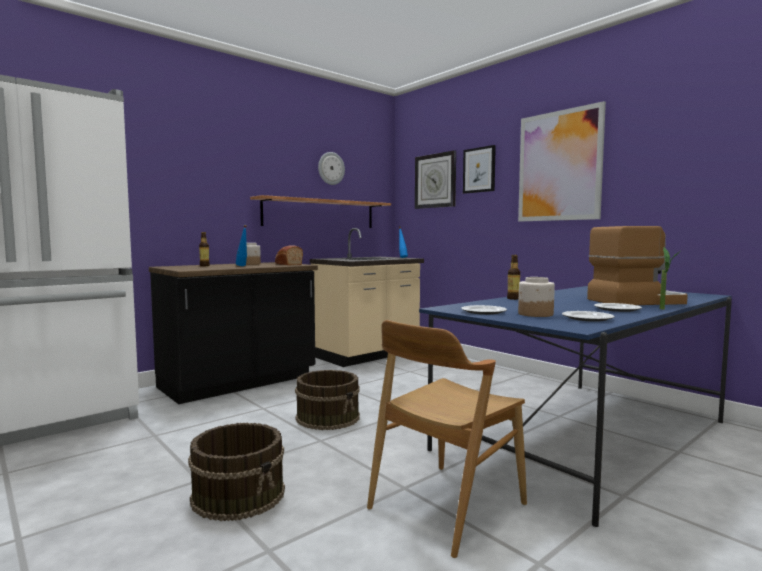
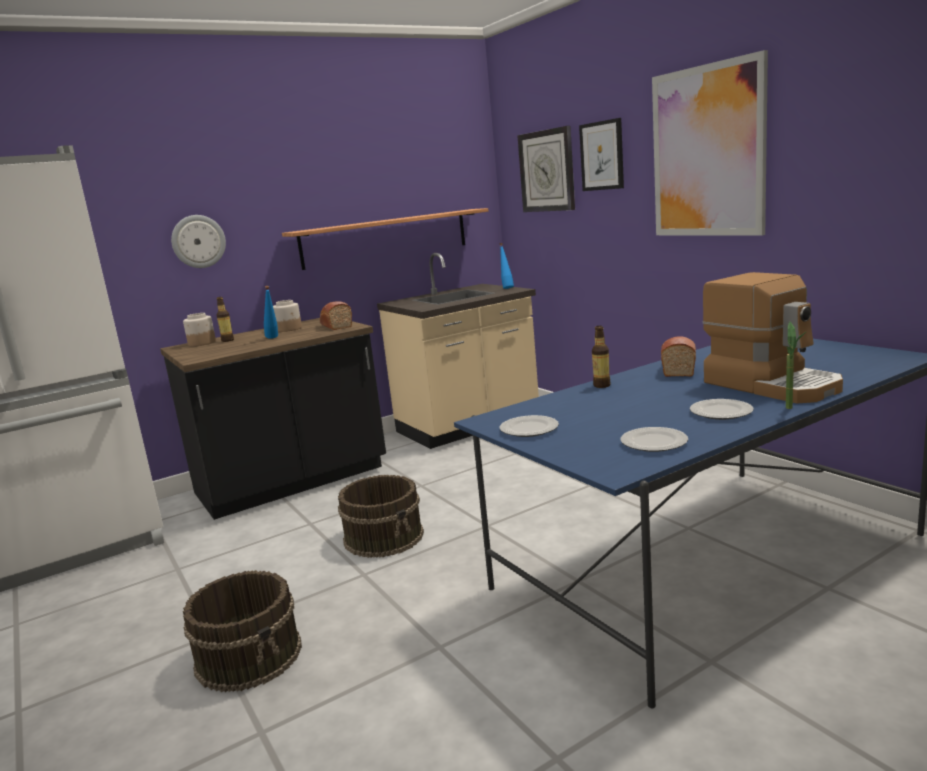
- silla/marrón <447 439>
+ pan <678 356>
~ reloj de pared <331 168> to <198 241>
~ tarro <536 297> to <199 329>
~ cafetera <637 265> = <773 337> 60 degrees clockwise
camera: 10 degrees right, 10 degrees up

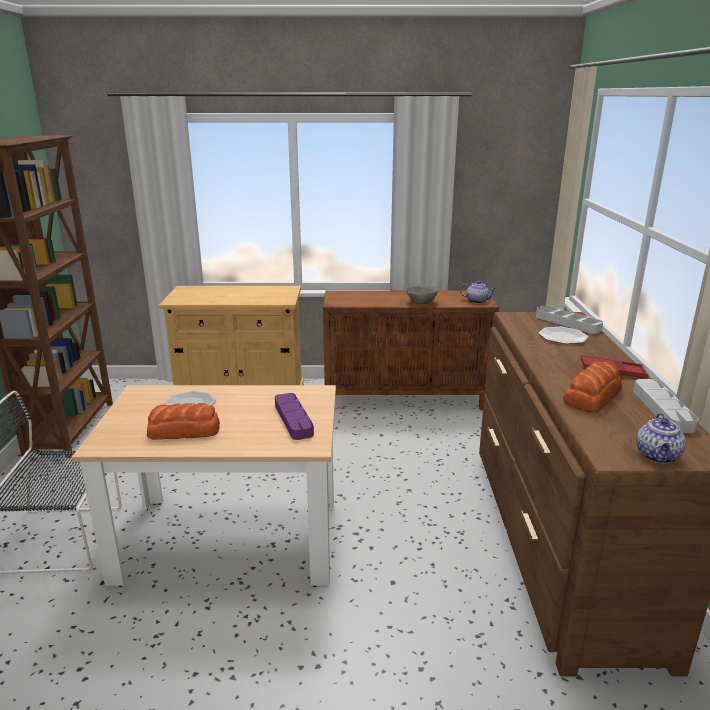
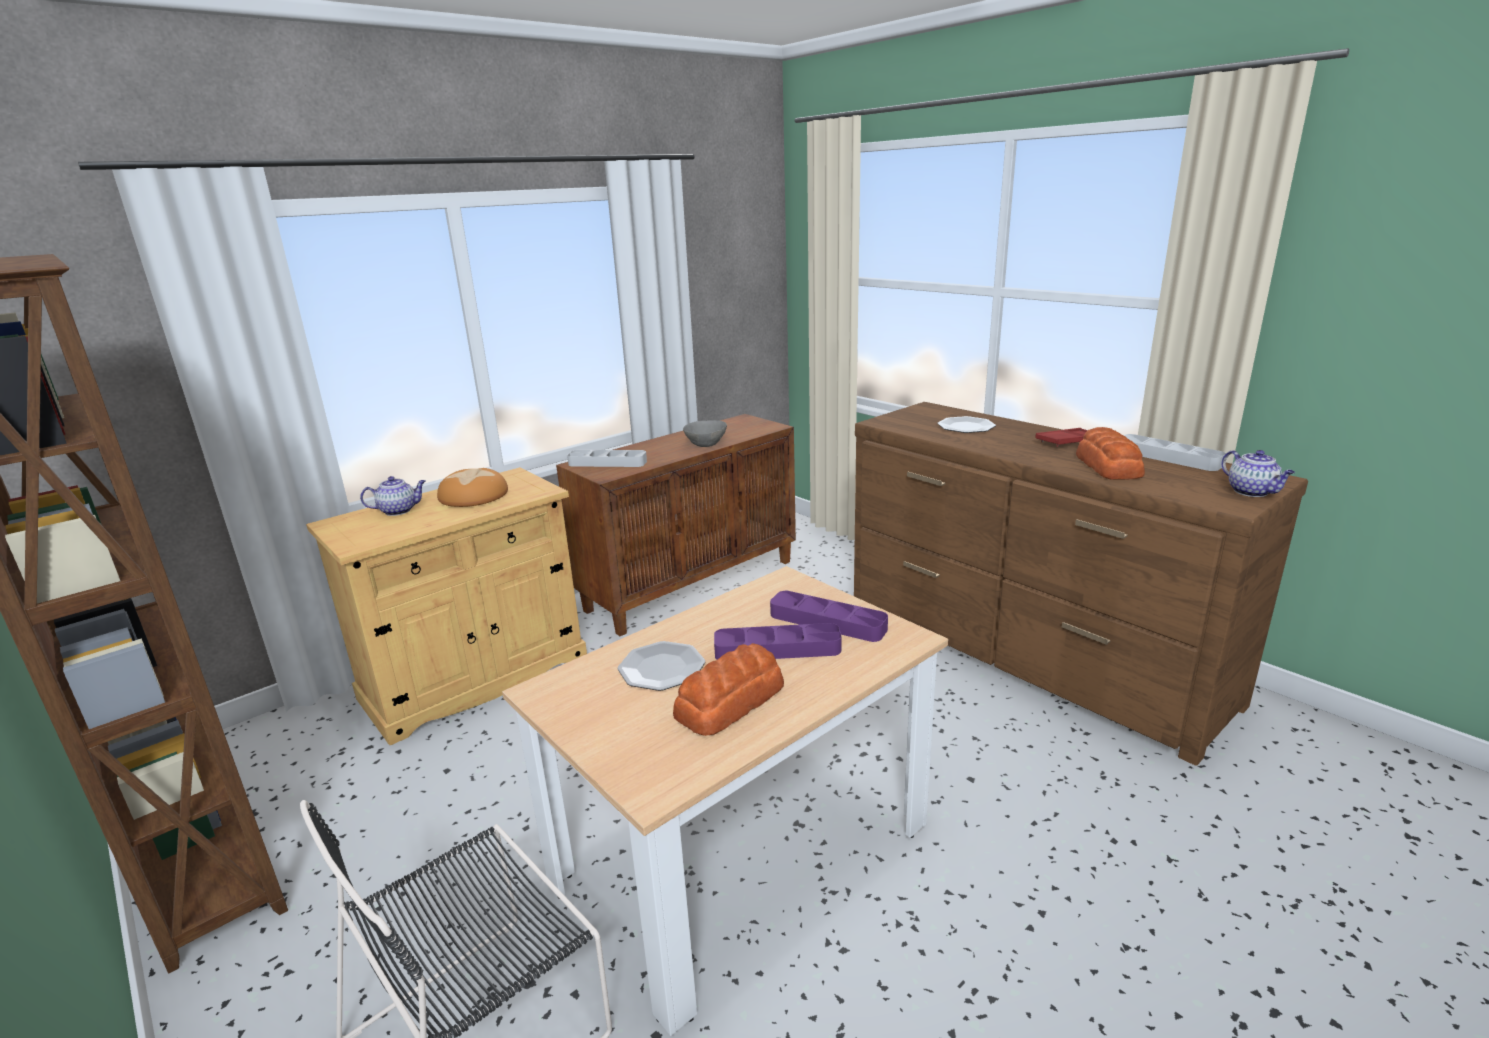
+ pan <472 487>
+ bandeja/morado <777 641>
~ tetera <478 292> to <393 496>
~ bandeja/gris <569 320> to <607 458>
camera: 40 degrees left, 0 degrees up

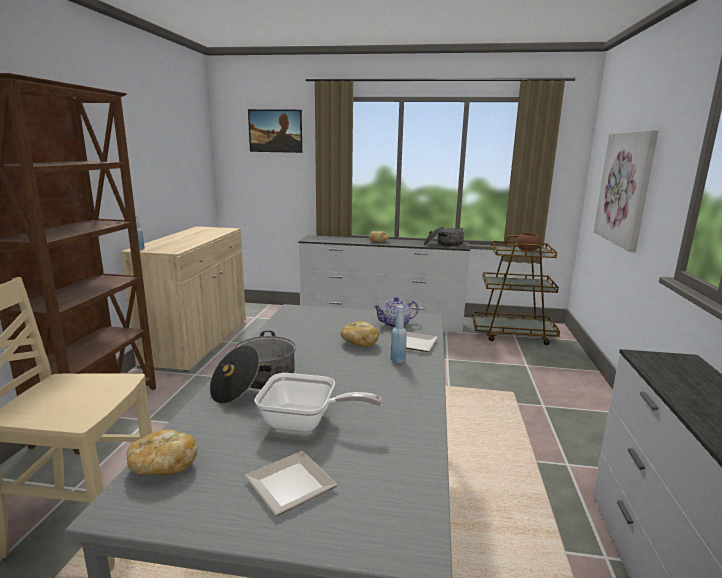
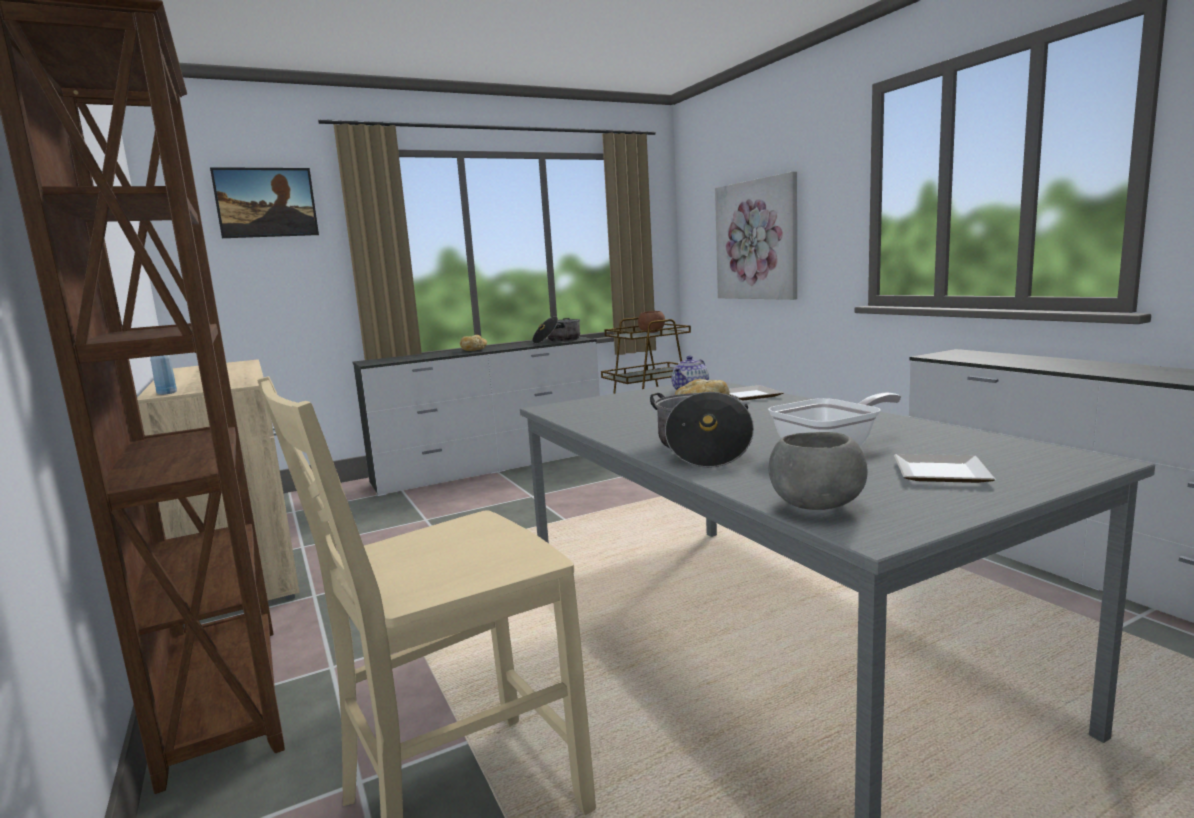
- botella/azul <398 334>
~ pan <162 452> to cuenco/gris <818 471>
camera: 35 degrees left, 5 degrees down

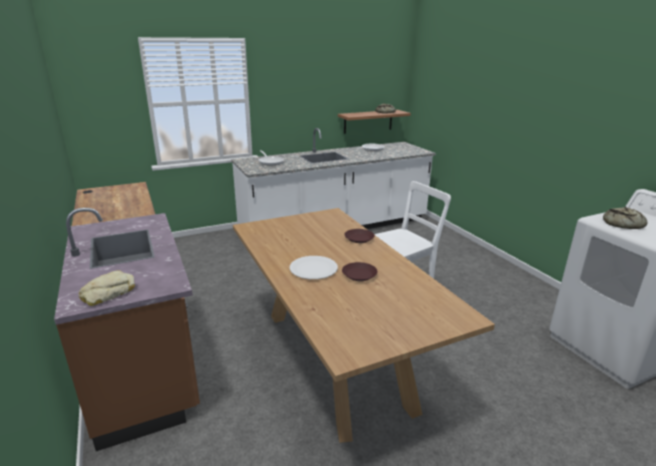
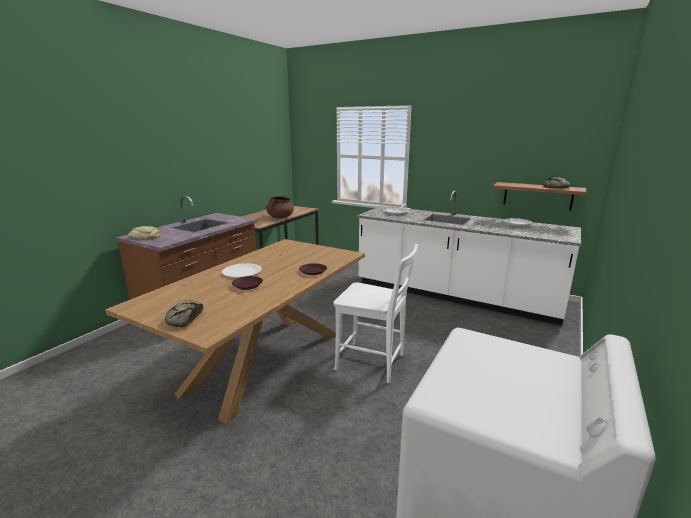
+ olla/marrón <280 206>
~ pan <625 218> to <184 313>
camera: 55 degrees right, 5 degrees down

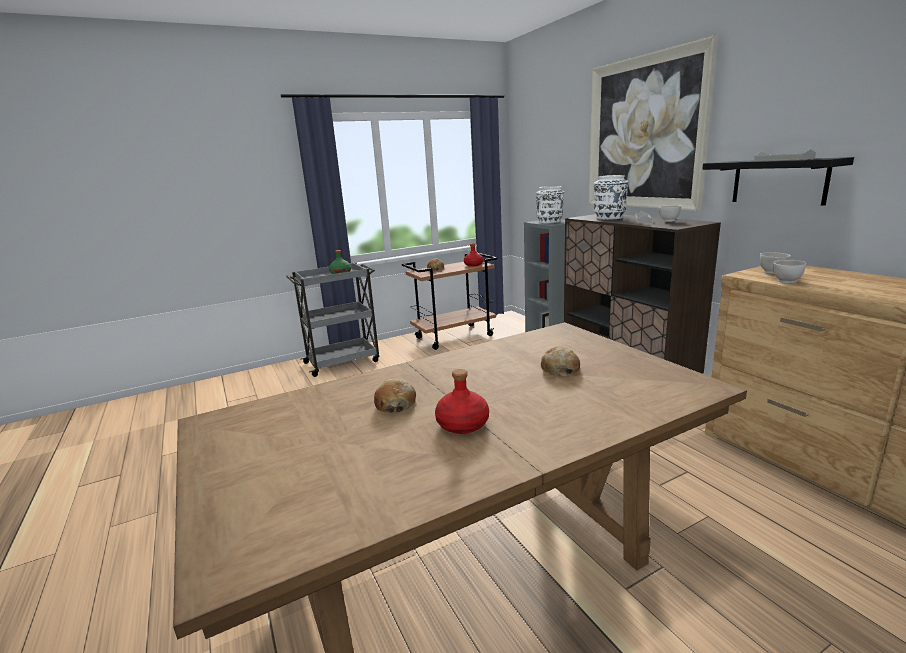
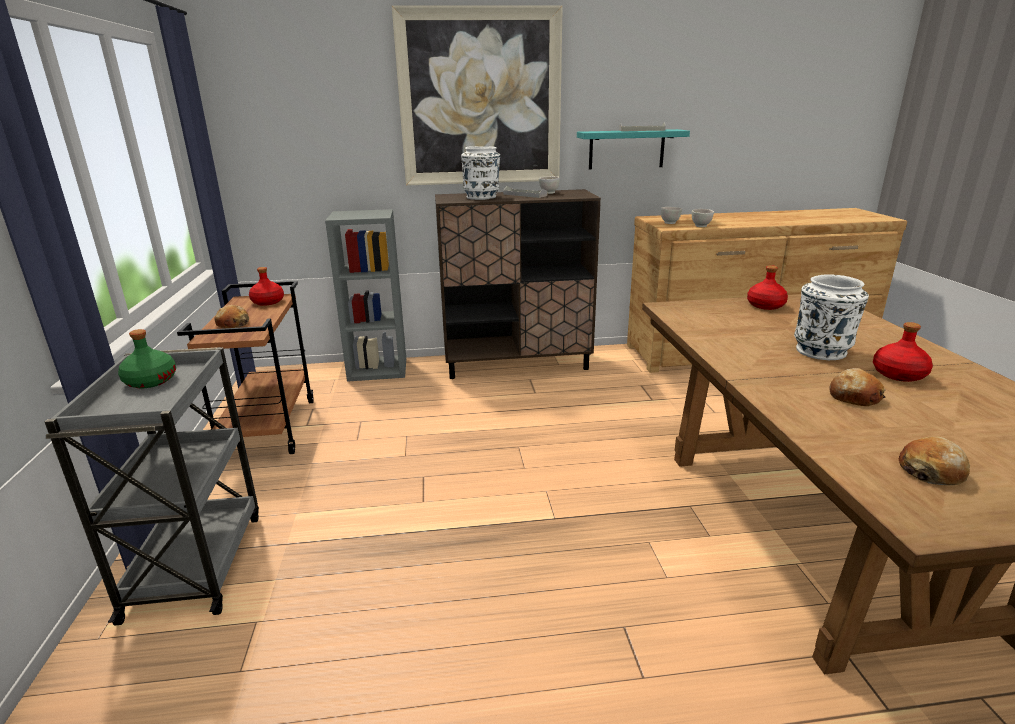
+ botella/rojo <767 287>
~ florero/blanco <550 204> to <831 317>
~ pan <560 362> to <934 460>
~ estante/negro <778 181> to estante/turquesa <633 149>
camera: 70 degrees left, 5 degrees up

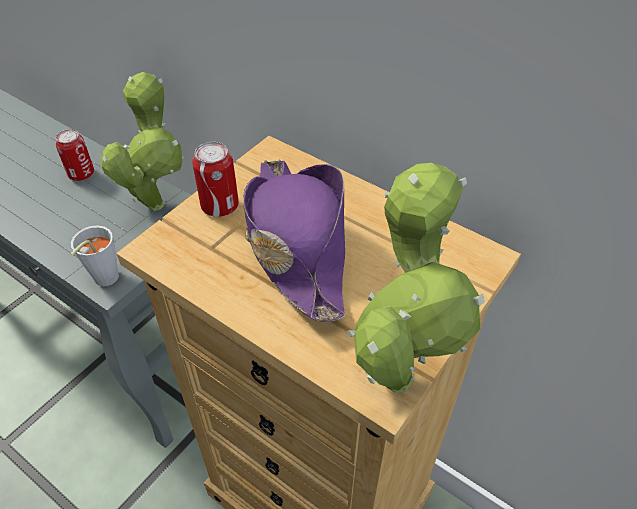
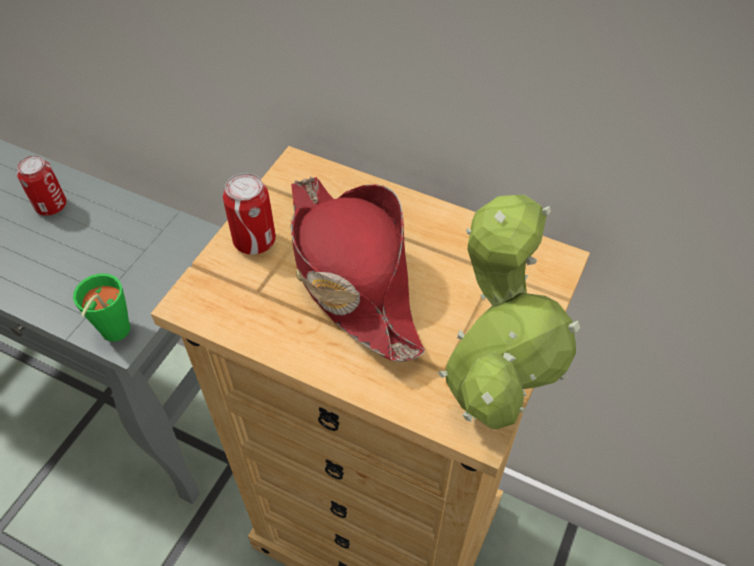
- planta en maceta <142 141>
~ taza/gris <95 255> to taza/verde <101 308>
~ sombrero/morado <294 240> to sombrero/rojo <358 269>
camera: 10 degrees left, 5 degrees up

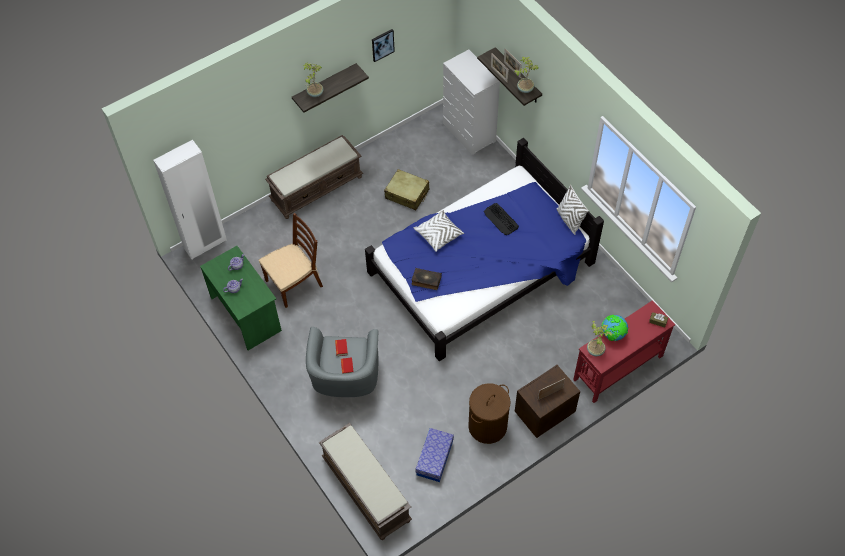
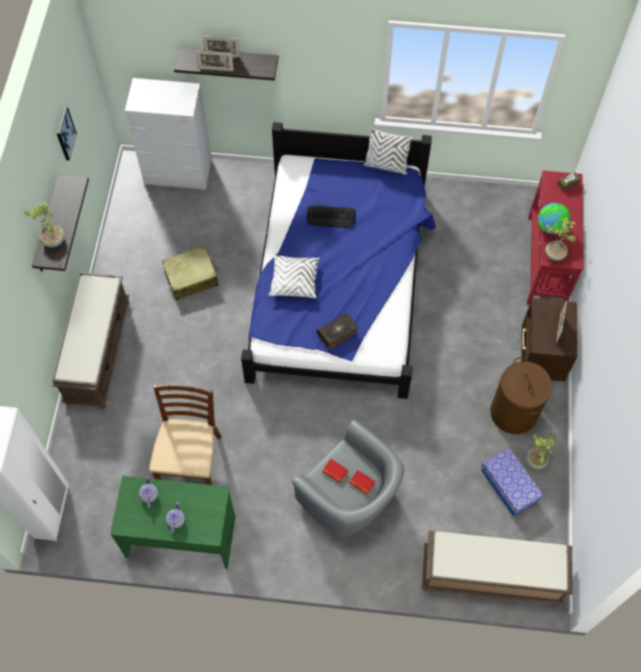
~ planta en maceta <526 75> to <540 451>
camera: 50 degrees left, 5 degrees up

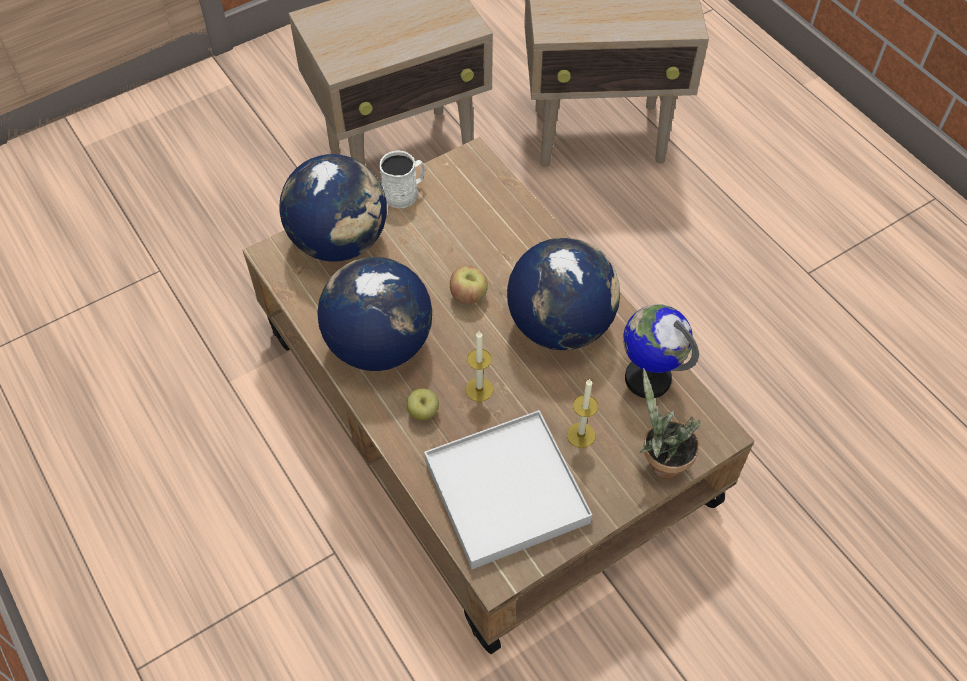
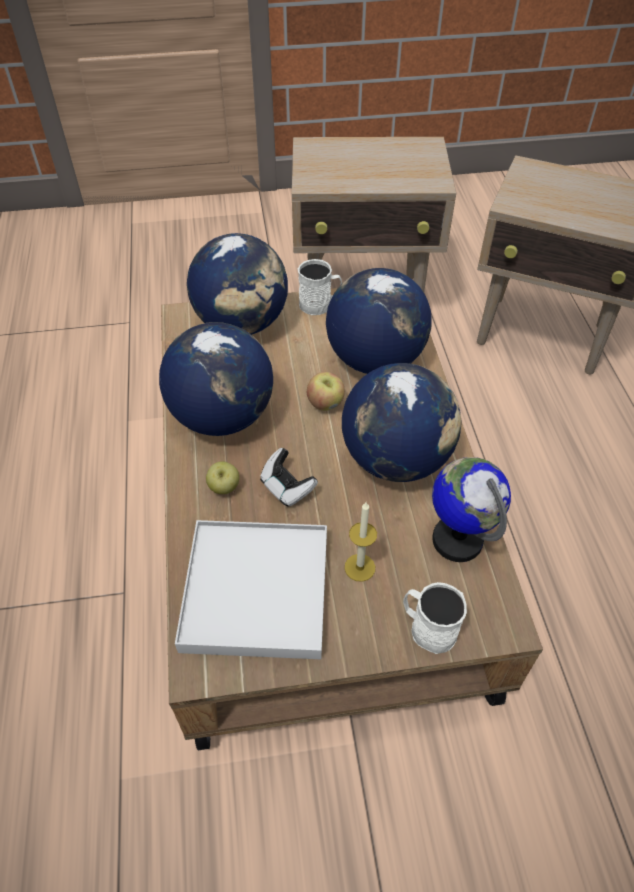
+ globo terráqueo <379 321>
~ vela <480 366> to mando de consola <289 477>
~ planta en maceta <670 423> to taza grande/blanco <435 618>
camera: 25 degrees right, 5 degrees down

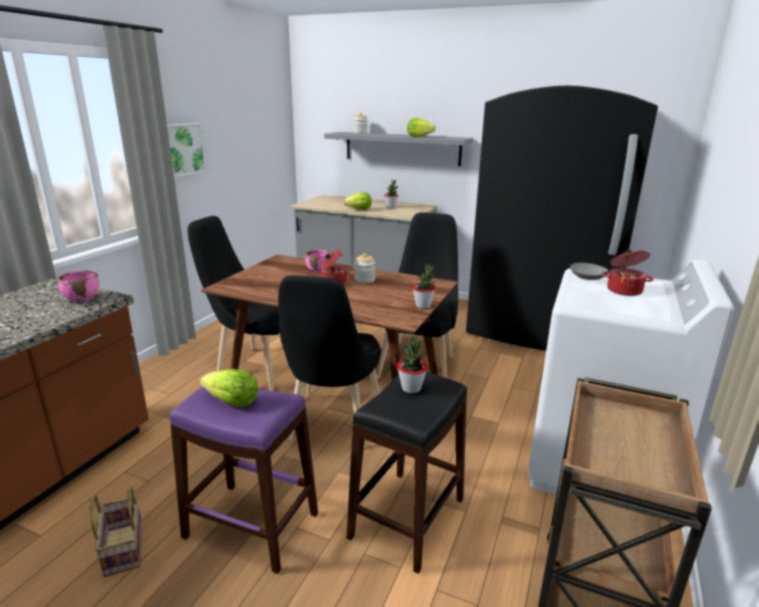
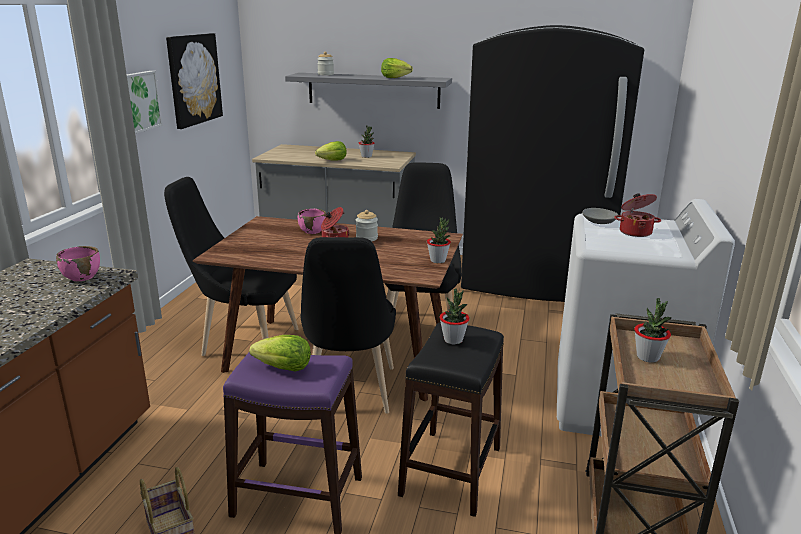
+ cuadro <194 81>
+ planta en maceta <653 330>
camera: 10 degrees left, 0 degrees up

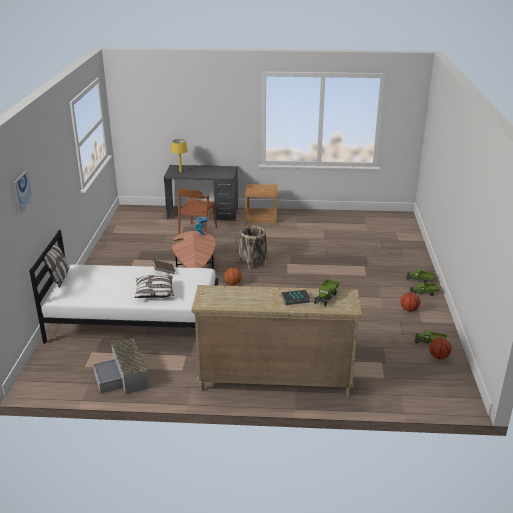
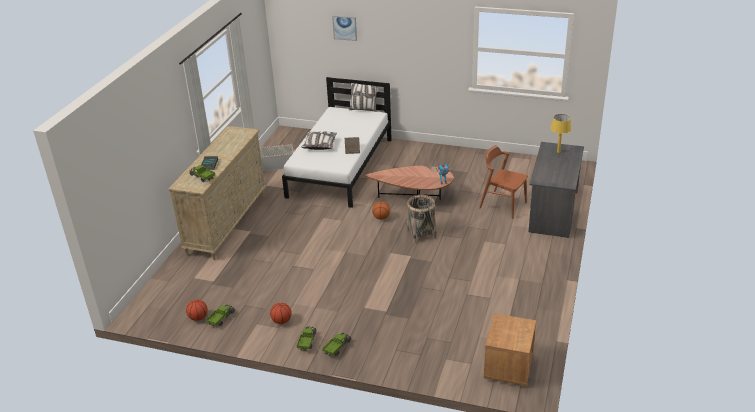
~ mesita de noche/marrón <261 203> to <509 349>
camera: 105 degrees right, 5 degrees up

